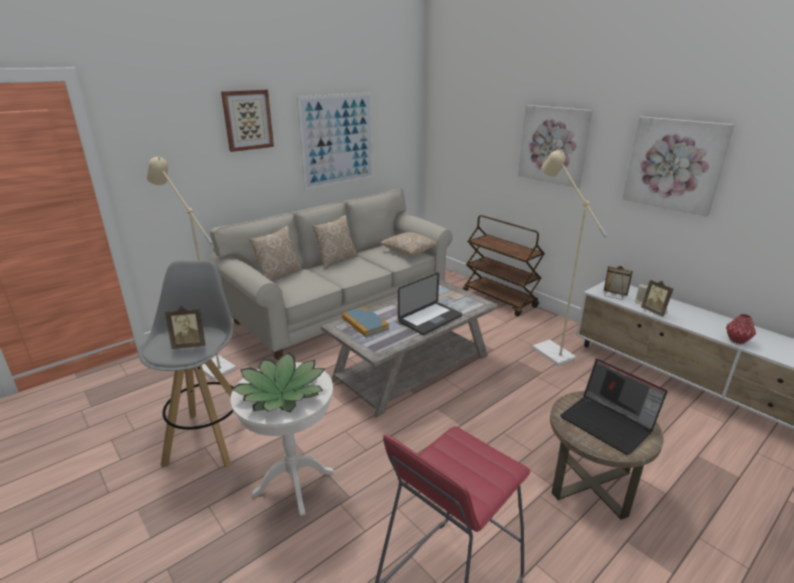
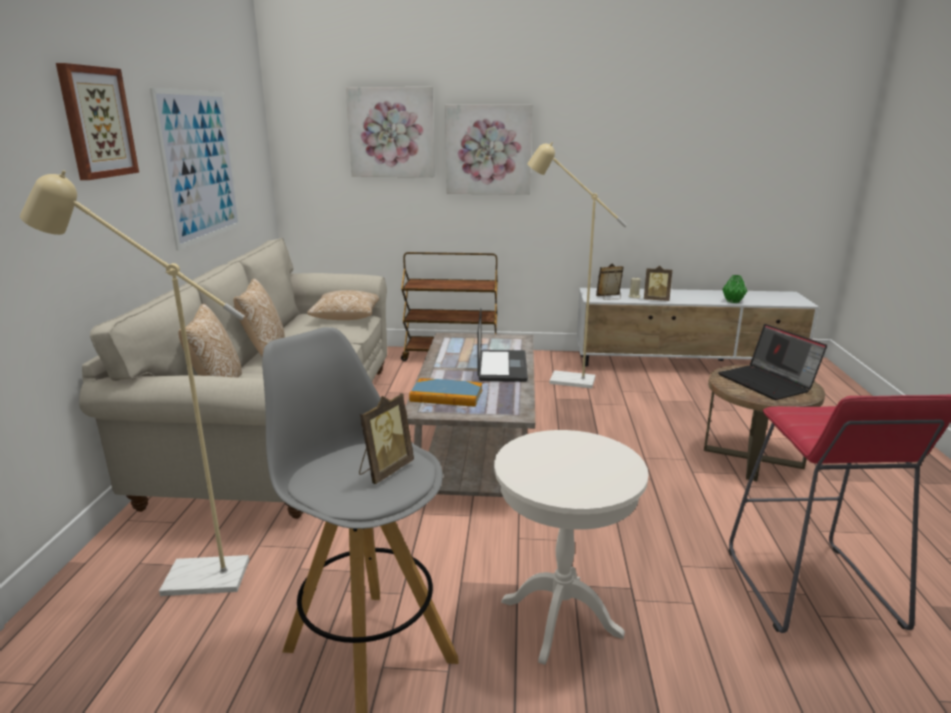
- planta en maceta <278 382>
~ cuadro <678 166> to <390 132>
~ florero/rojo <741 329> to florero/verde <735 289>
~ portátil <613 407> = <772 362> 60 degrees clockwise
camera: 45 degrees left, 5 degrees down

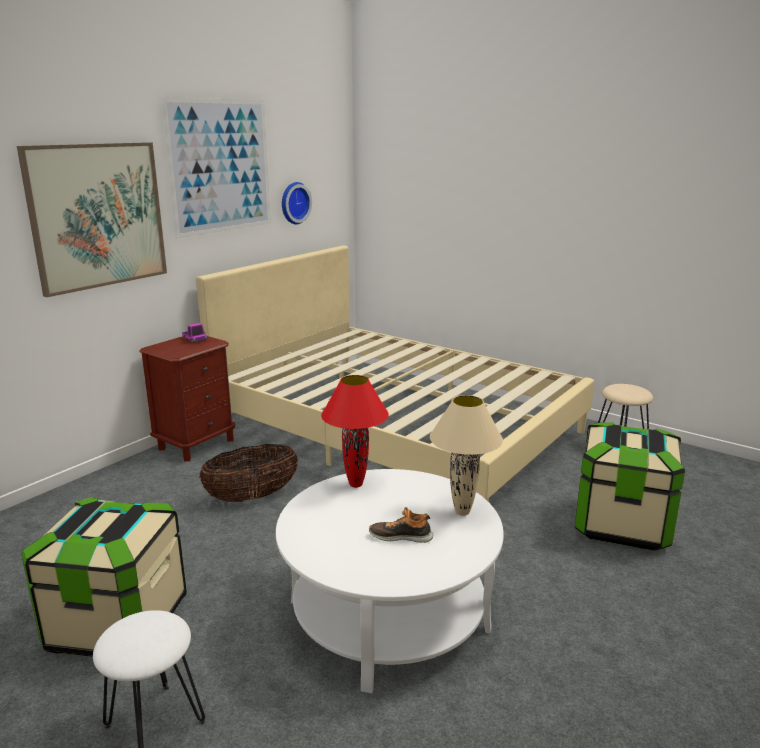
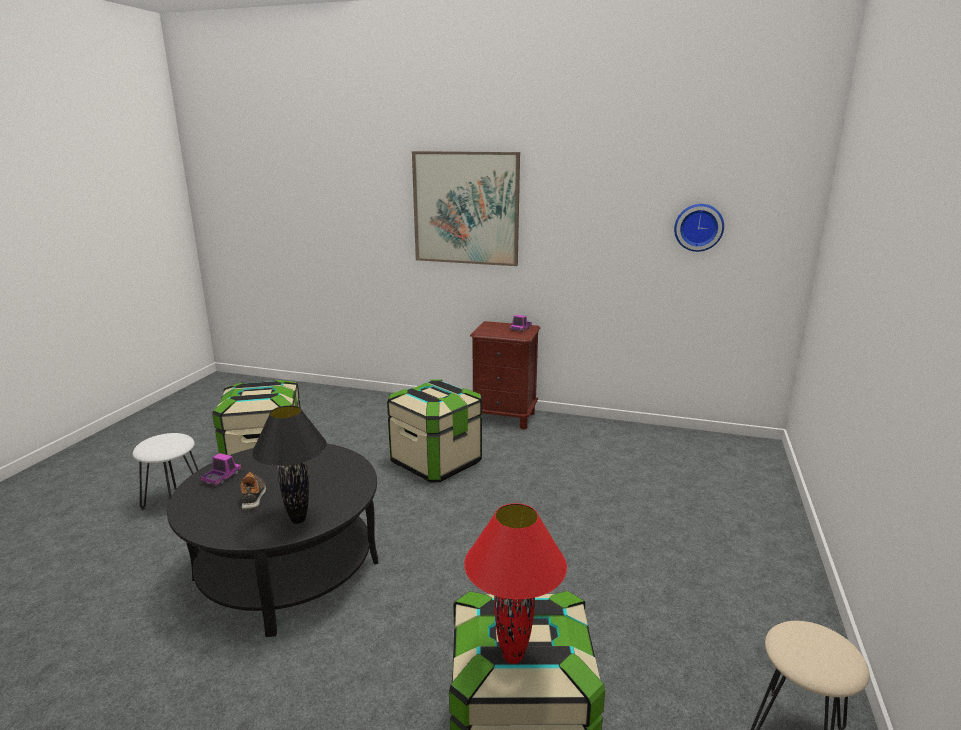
- cuadro <216 167>
- cama/beis <395 373>
+ camión de juguete <221 469>
~ lámpara de mesa/rojo <355 431> to <515 583>
~ cesta <248 473> to caja de almacenaje <434 431>
~ mesa de centro/blanco <390 581> to mesa de centro/negro <272 540>
~ lámpara de mesa/beis <466 455> to lámpara de mesa/negro <289 464>
camera: 70 degrees right, 0 degrees up

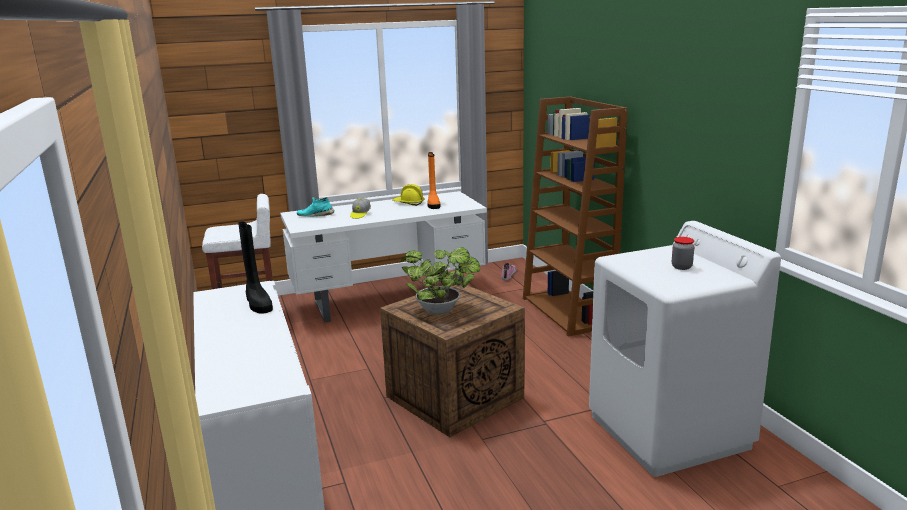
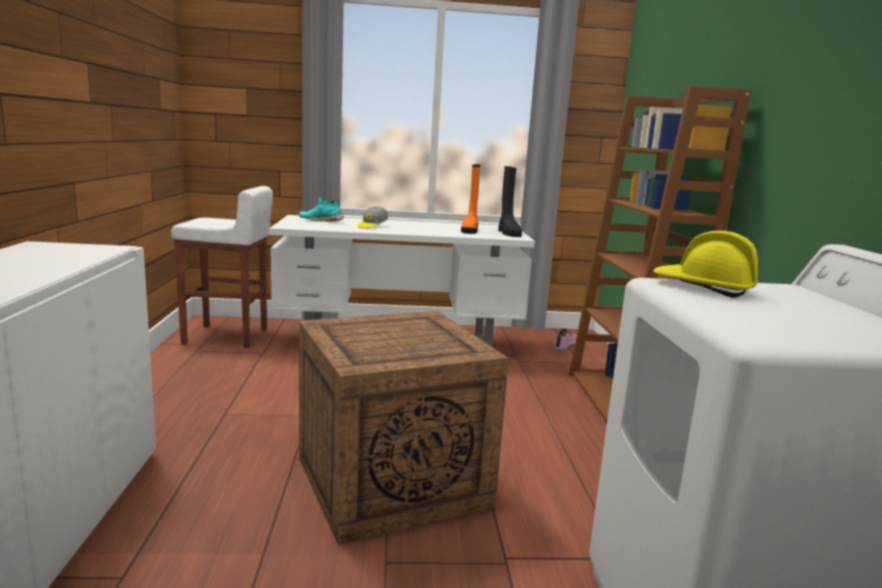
- planta en maceta <440 281>
- tarro <683 253>
~ bota/negro <255 267> to <510 201>
~ casco/amarillo <408 195> to <705 264>
camera: 15 degrees right, 5 degrees down

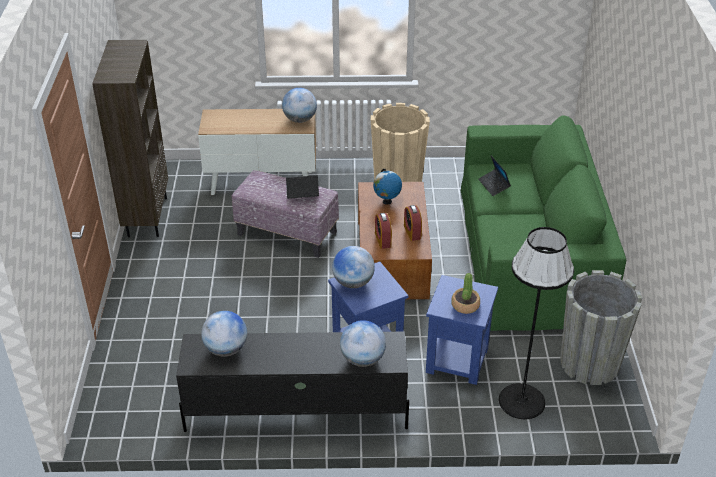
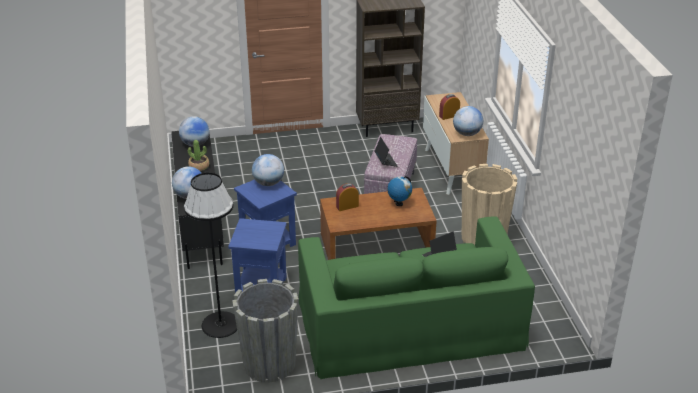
~ despertador <413 223> to <449 107>
~ planta en maceta <465 293> to <198 155>
camera: 80 degrees right, 5 degrees down

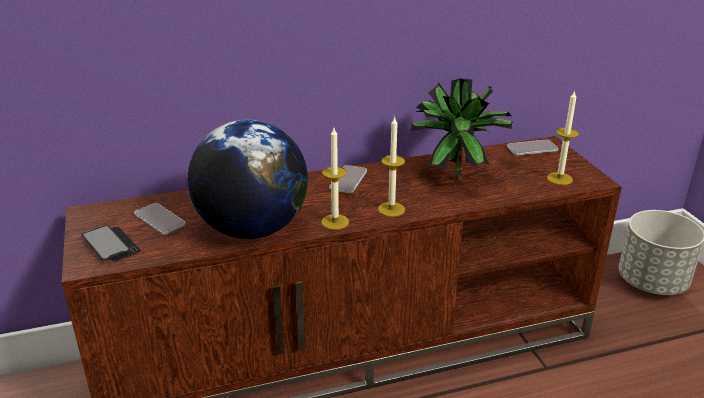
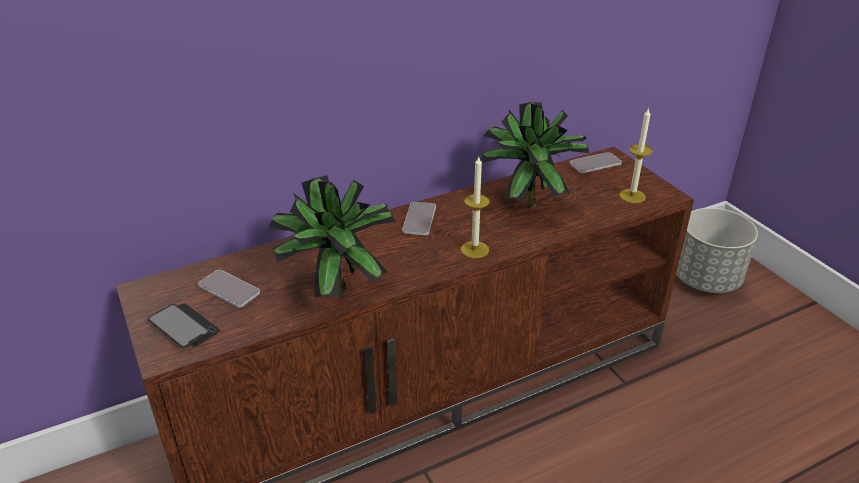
- vela <335 179>
~ globo terráqueo <248 179> to planta en maceta <332 236>
camera: 10 degrees left, 5 degrees up

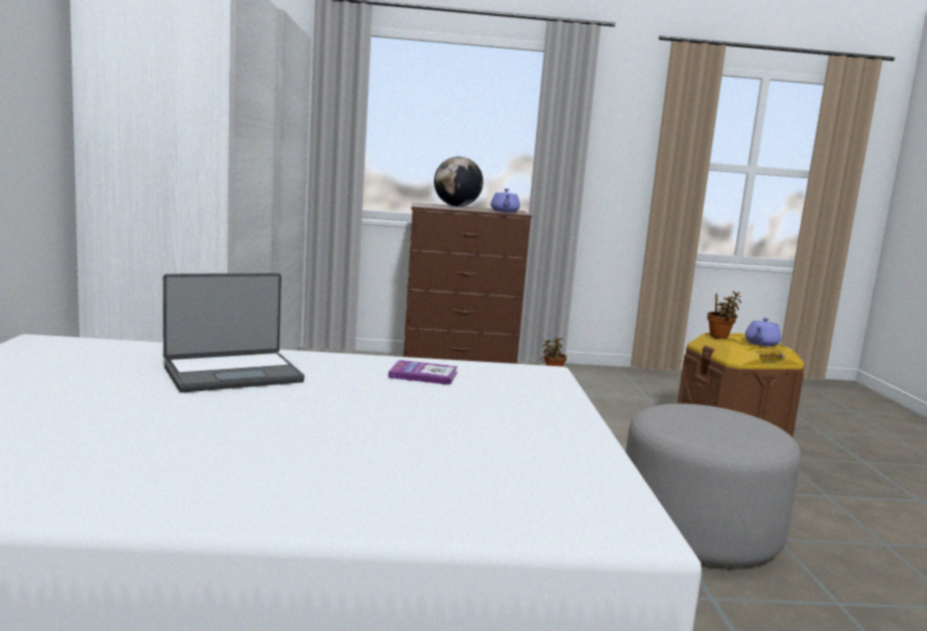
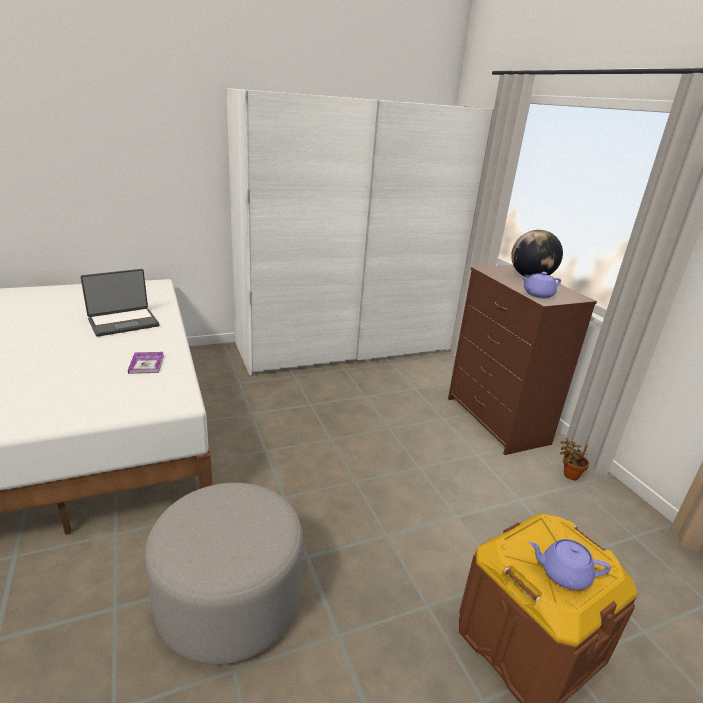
- planta en maceta <724 315>
~ portátil <234 332> = <120 303> 75 degrees counterclockwise
camera: 70 degrees right, 15 degrees up

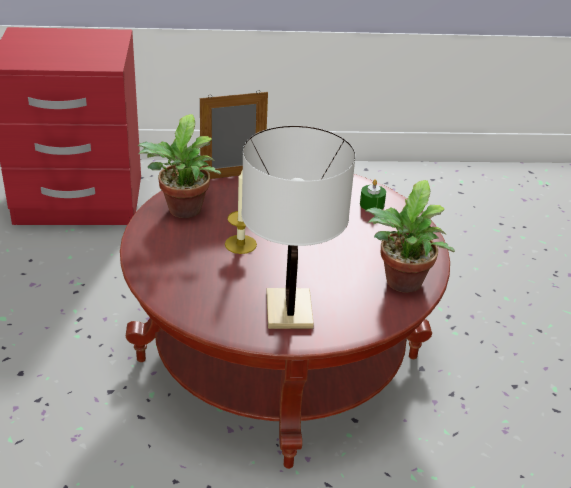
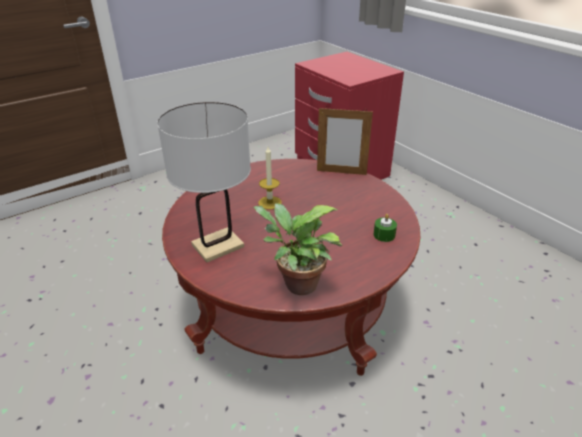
- planta en maceta <179 166>
~ portarretratos <234 134> = <345 140> 150 degrees clockwise
camera: 60 degrees right, 0 degrees up

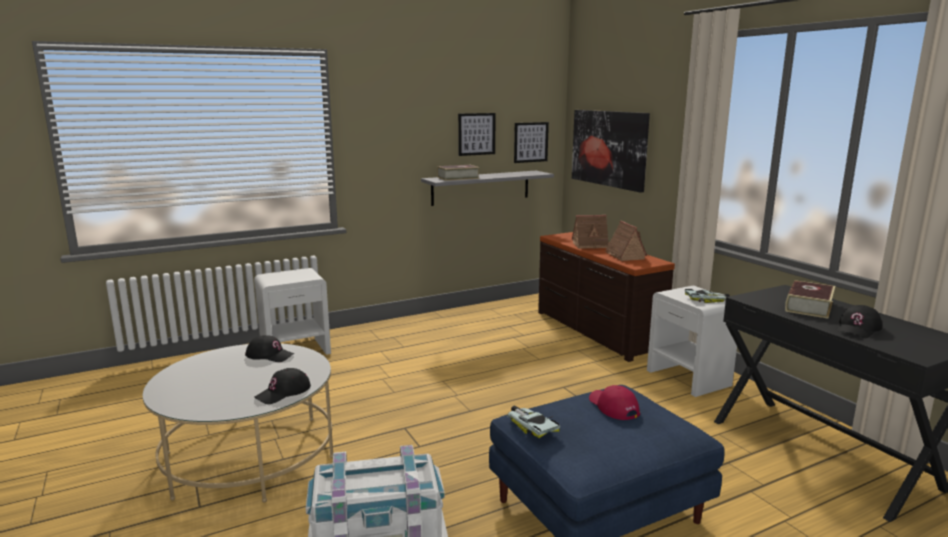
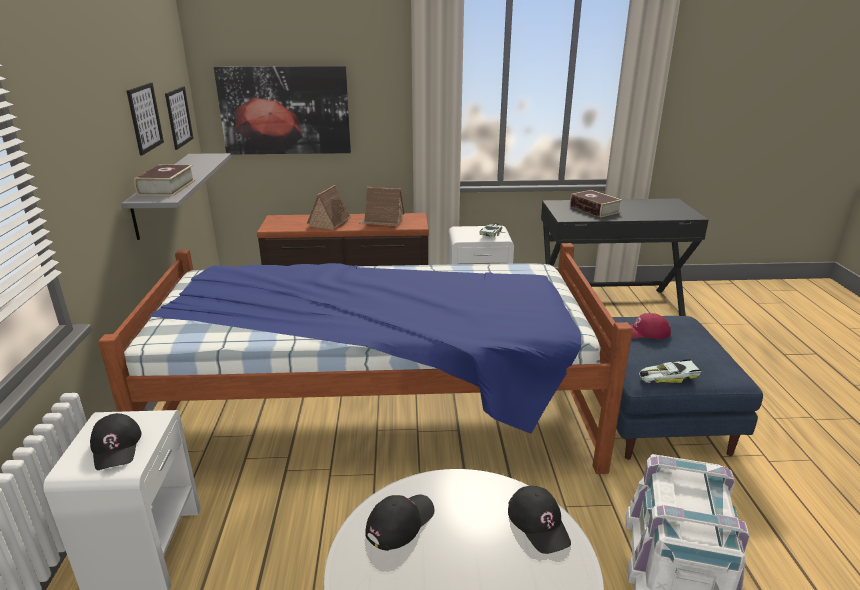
+ cama <365 358>
~ gorra/negro <859 321> to <116 441>
camera: 65 degrees left, 10 degrees up

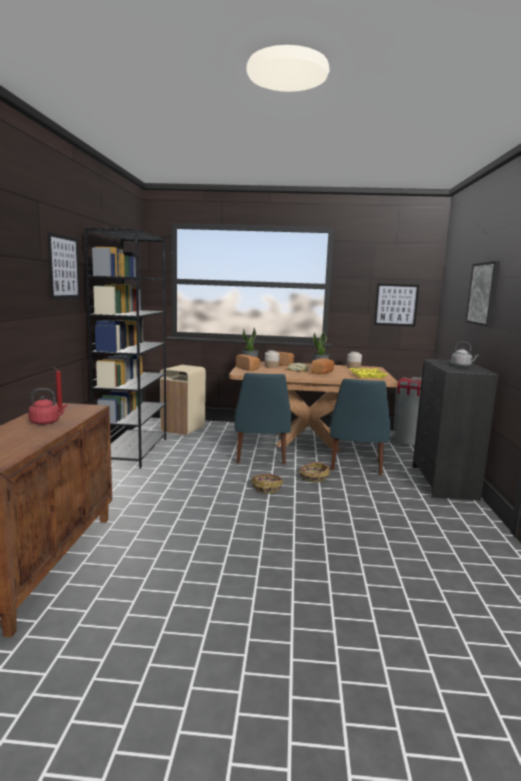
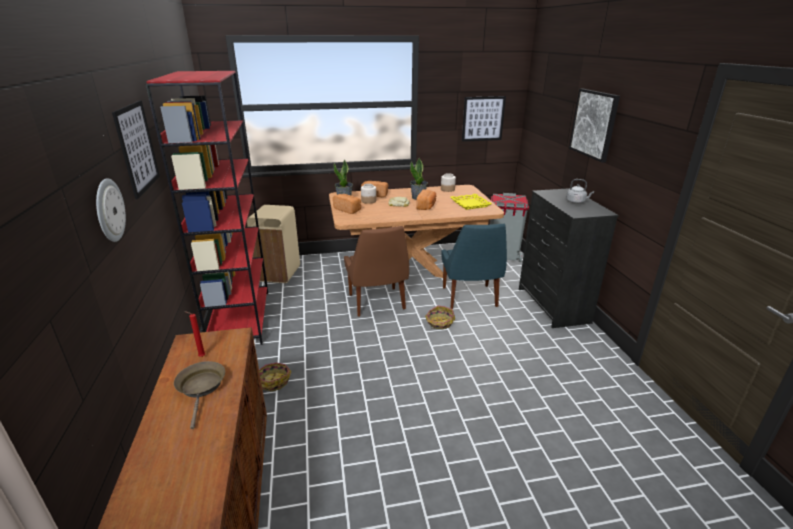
+ reloj de pared <111 210>
~ cesta <267 483> to <275 376>
~ hervidor/rojo <47 407> to sartén/marrón <199 395>
~ estantería/negro <125 348> to estantería/rojo <206 208>
~ silla/azul <262 419> to silla/marrón <376 271>
camera: 15 degrees left, 15 degrees up

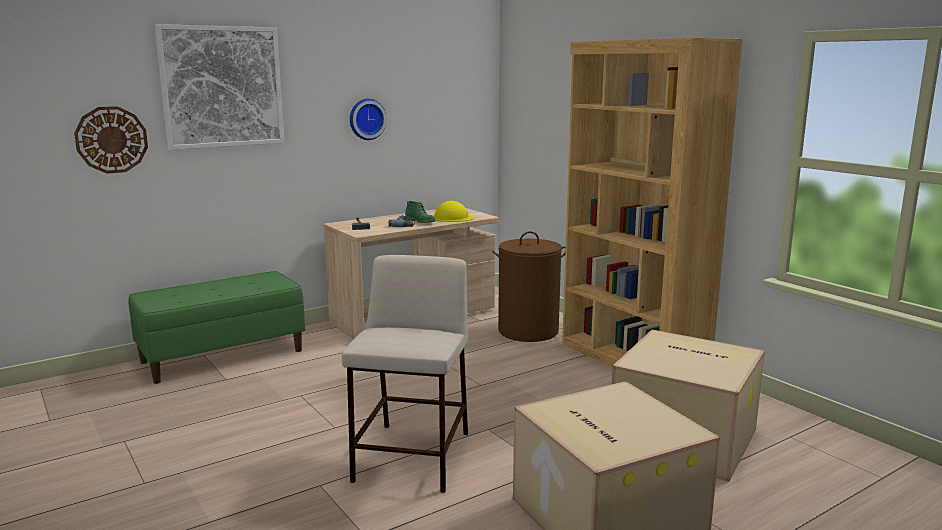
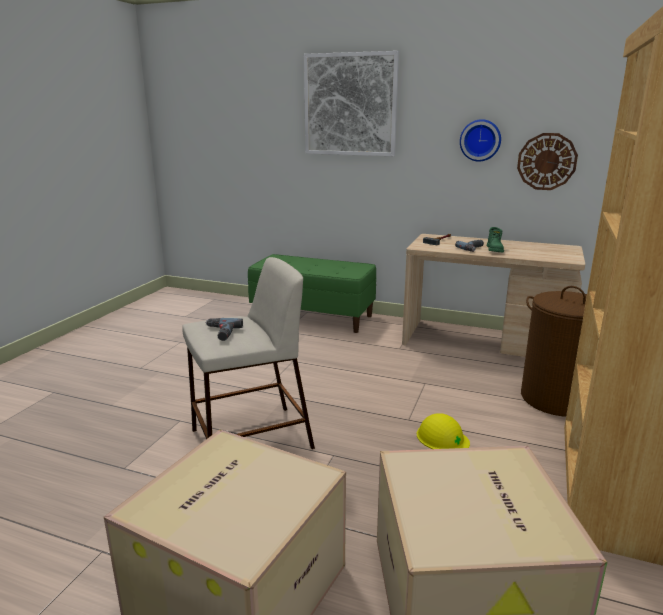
+ taladro <224 329>
~ reloj de pared <111 140> to <547 161>
~ casco/amarillo <454 211> to <443 431>
camera: 55 degrees right, 5 degrees up

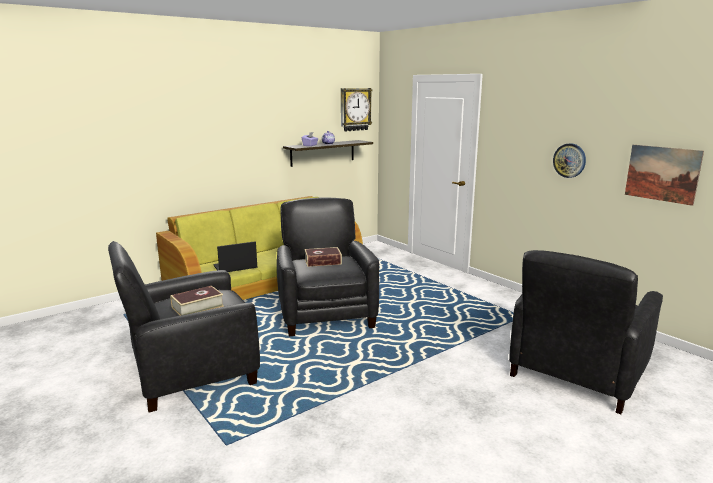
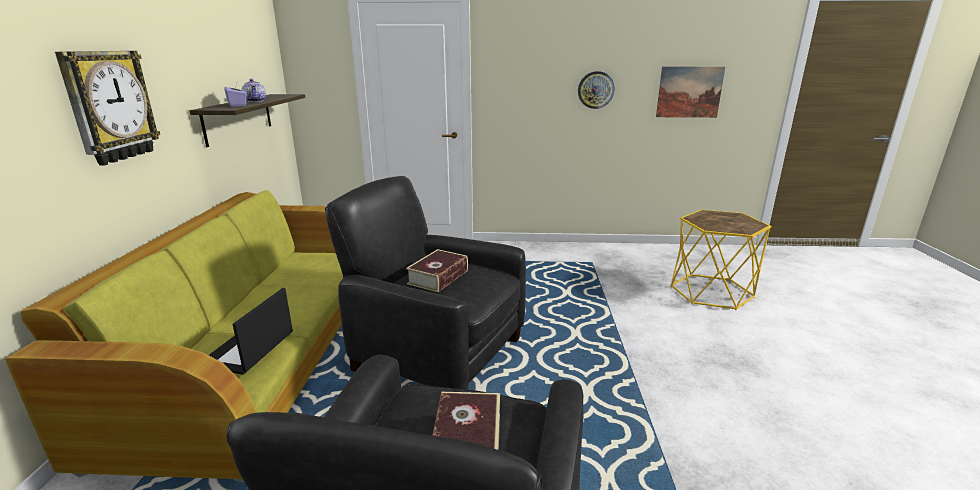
~ reloj de pared <356 109> to <108 108>
~ sillón/negro <586 332> to mesa auxiliar/amarillo <720 260>
camera: 50 degrees left, 5 degrees up

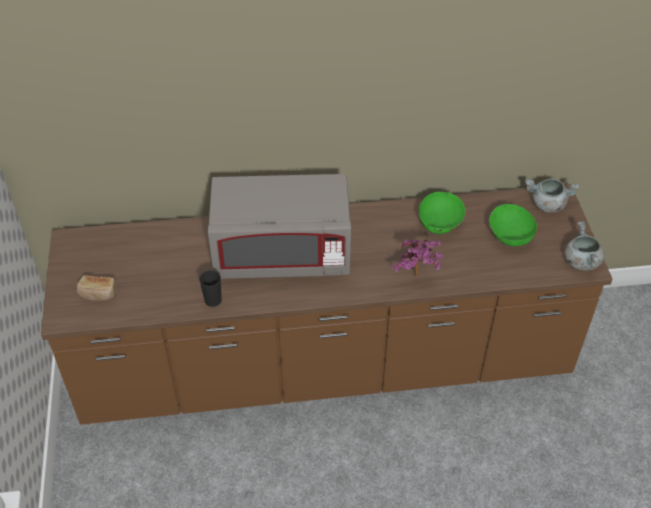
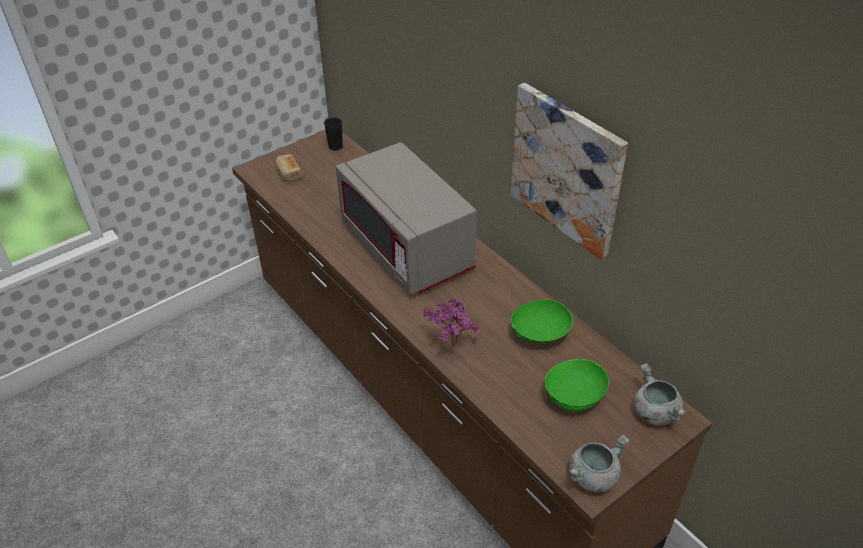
+ cuadro <569 171>
~ taza/negro <210 288> to <333 134>
camera: 60 degrees right, 5 degrees down

